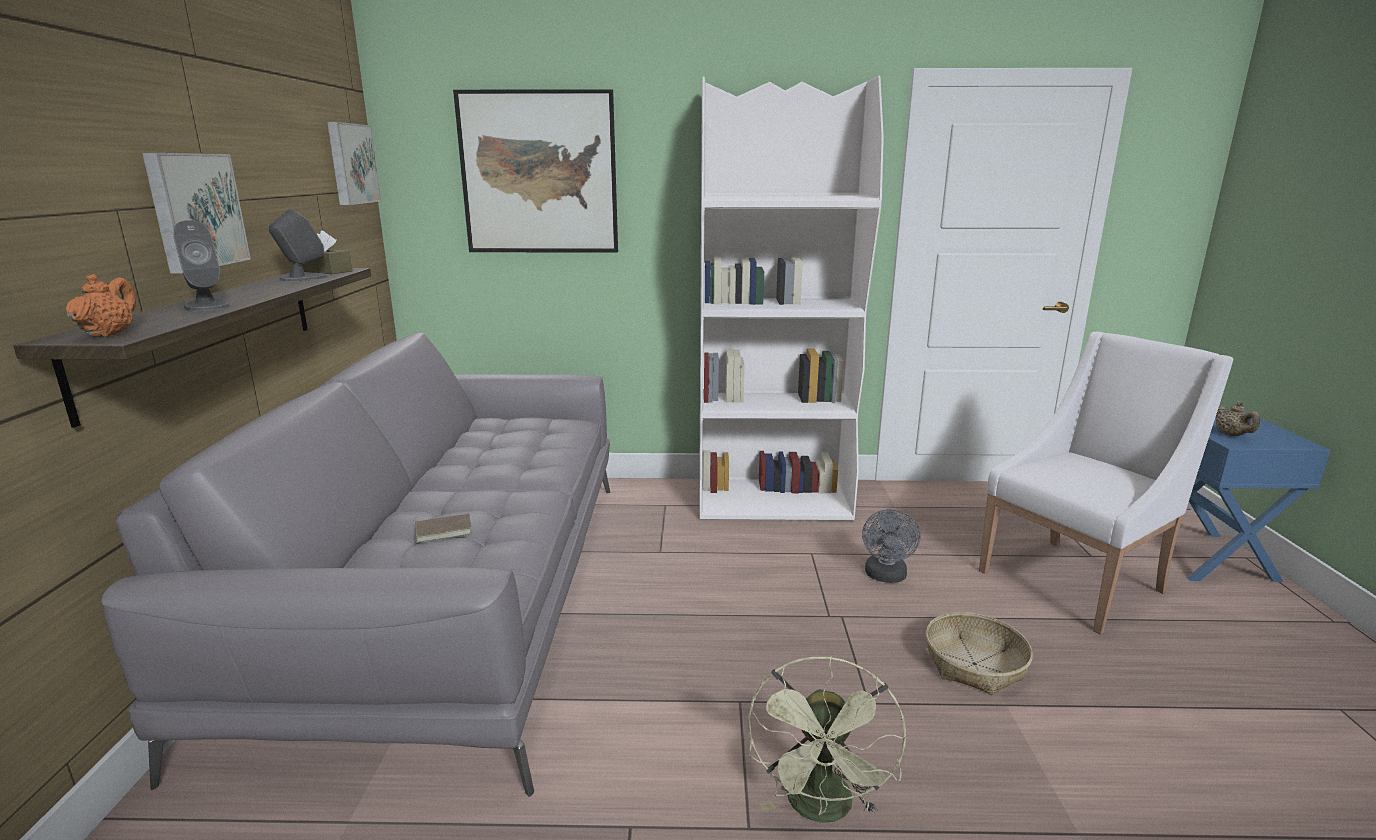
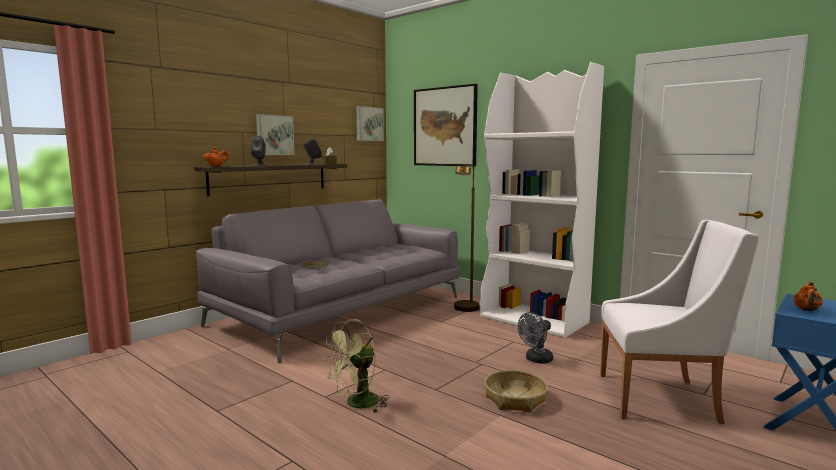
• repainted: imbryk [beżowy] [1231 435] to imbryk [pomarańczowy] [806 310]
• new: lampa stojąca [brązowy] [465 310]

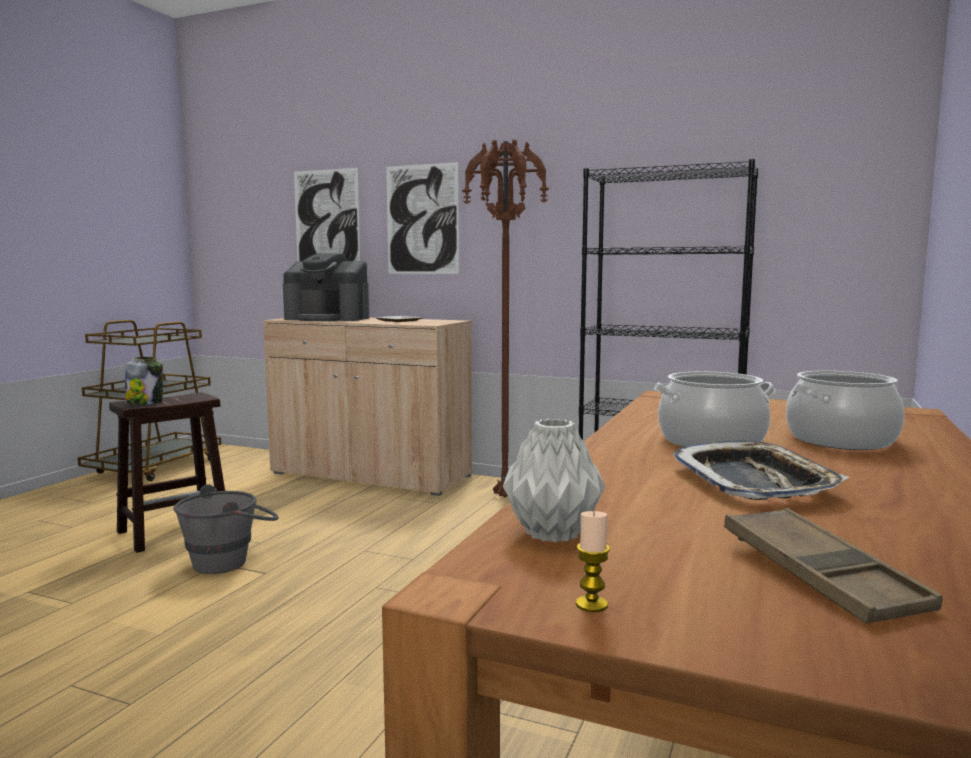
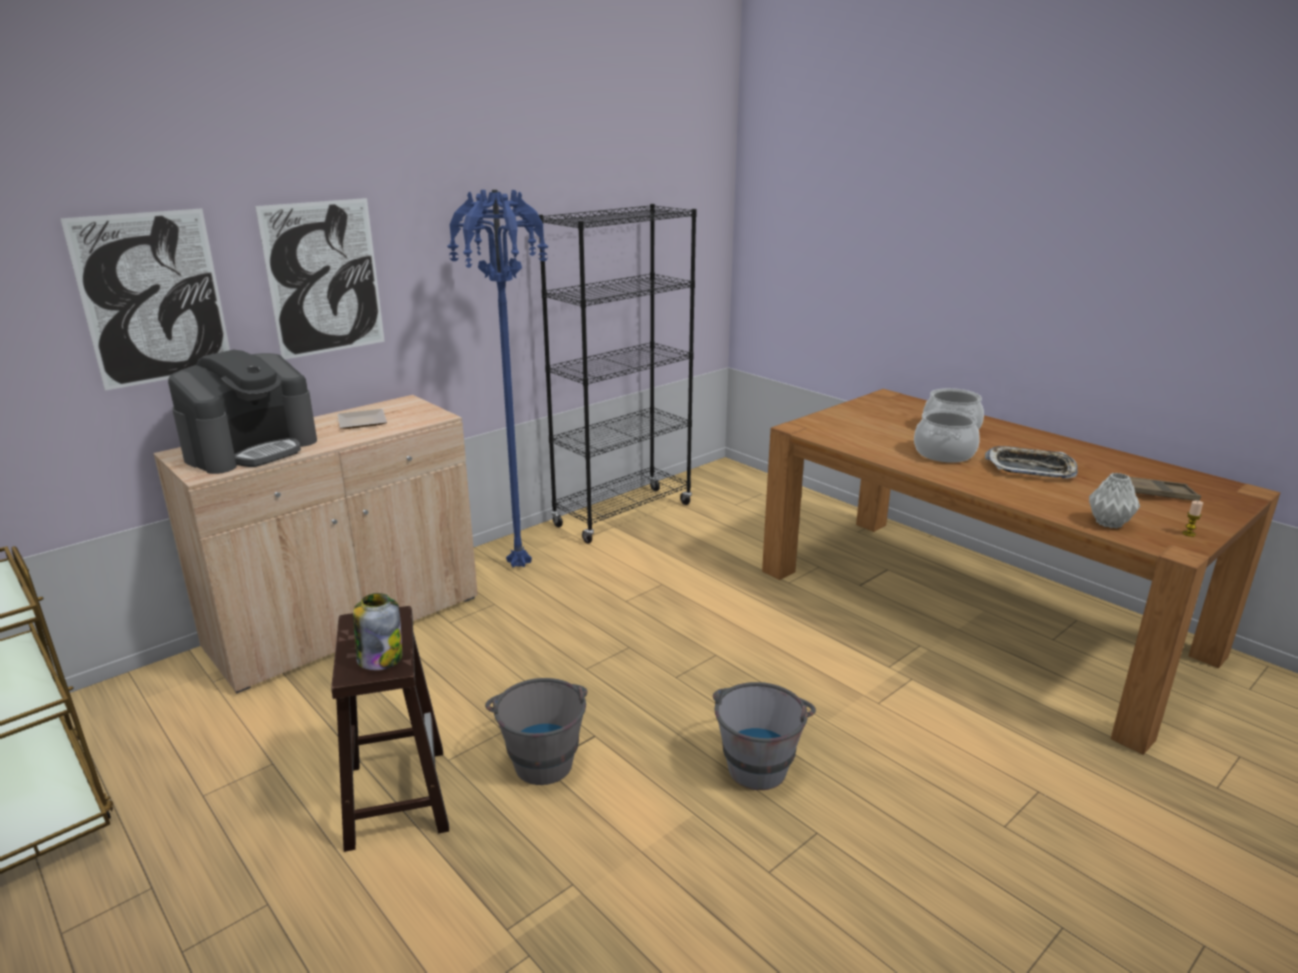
• repainted: lampa stojąca [brązowy] [503 498] to lampa stojąca [niebieski] [520 567]
• new: wiadro [szary] [759 761]

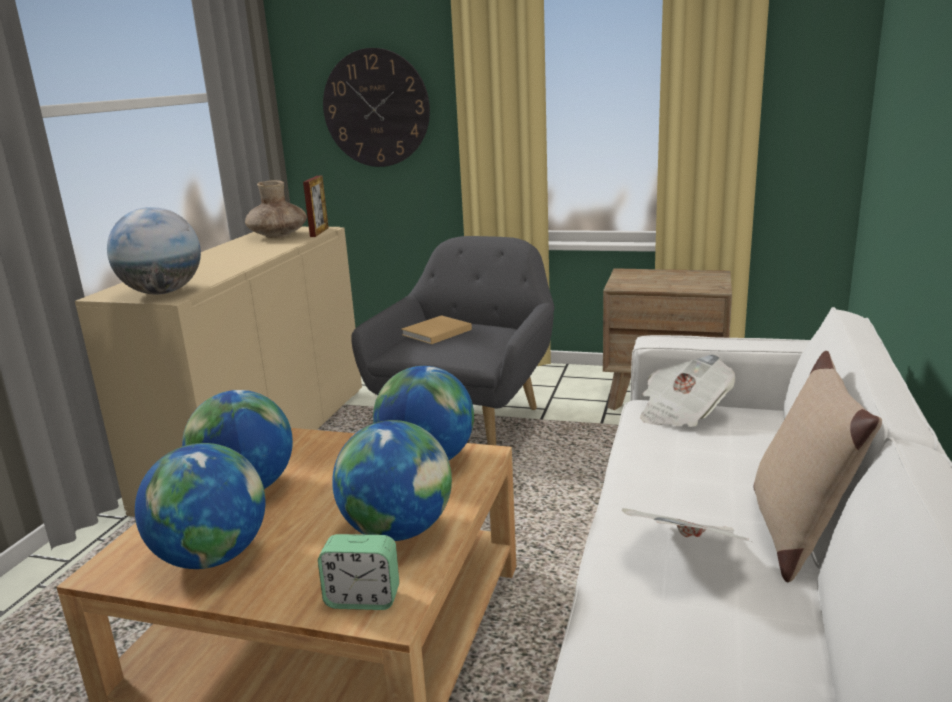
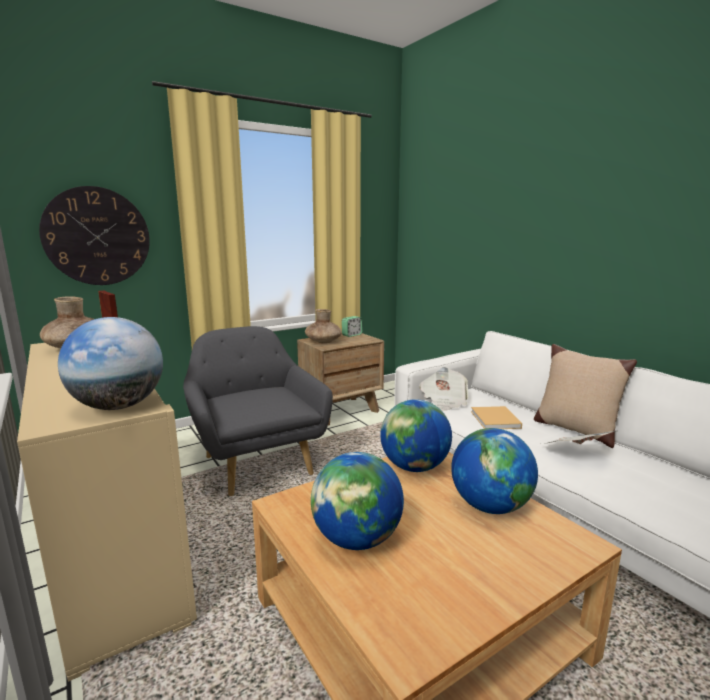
• shifted: książka [beżowy] [435 333] to [495 420]
• gone: globus [212 557]
• shifted: budzik [363 599] to [352 335]
• new: wazon [brązowy] [323 341]

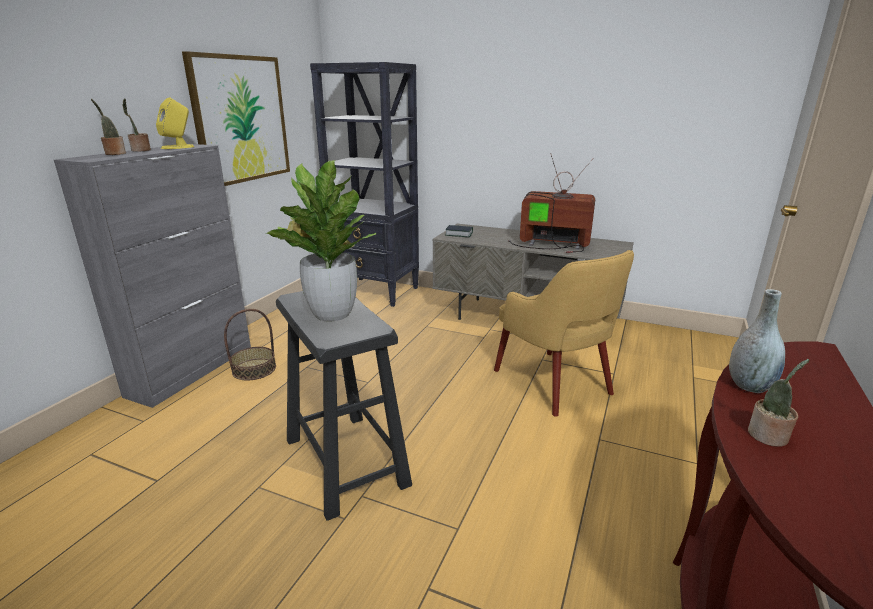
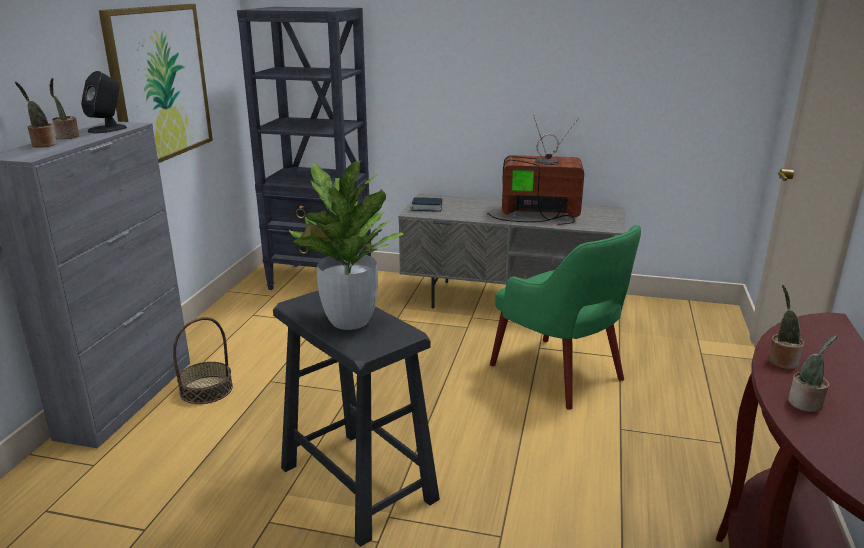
• repainted: głośnik [żółty] [178 147] to głośnik [czarny] [108 129]
• repainted: fotel [żółty] [554 383] to fotel [zielony] [559 374]
• swapped: wazon [szary] [749 386] to roślina doniczkowa [781 361]

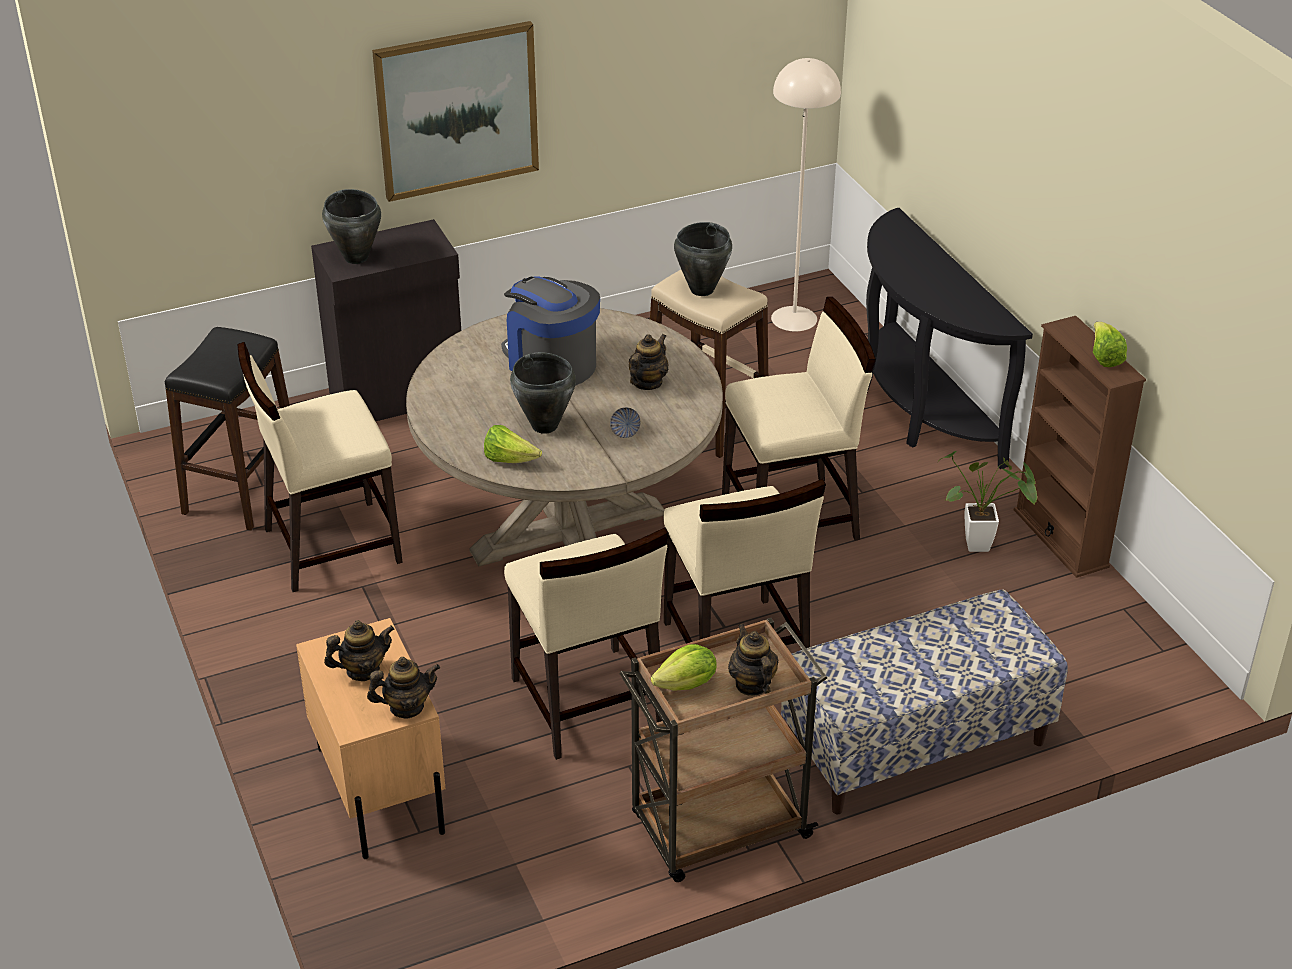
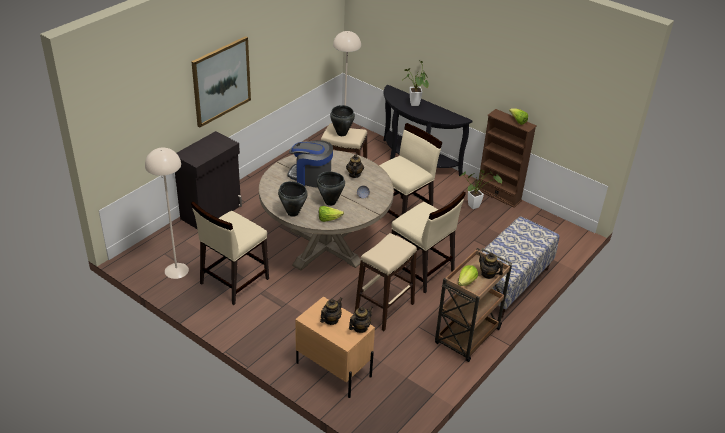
• shifted: garnek [czarny] [356 257] to [293 213]
• swapped: stołek [czarny] [242 491] to lampa stojąca [beżowy] [176 270]
• swapped: krzesło [beżowy] [586 703] to stołek [beżowy] [384 309]
• new: roślina doniczkowa [414 105]

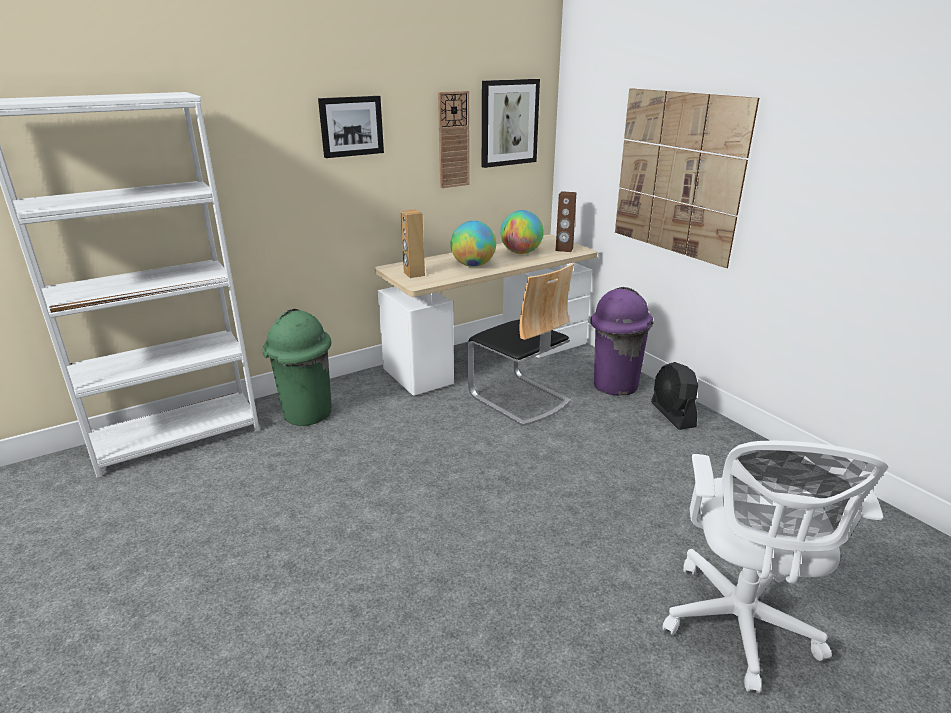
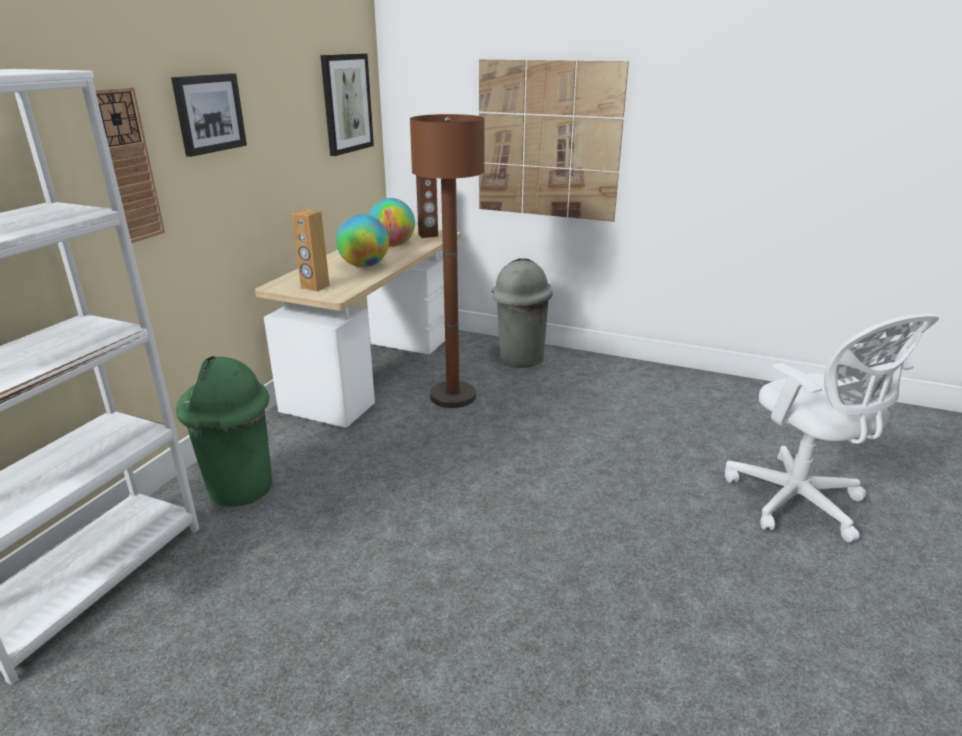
• shifted: zegar ścienny [453 140] to [125 167]
• swapped: krzesło [519 398] to lampa stojąca [brązowy] [453 396]
• repainted: kosz na śmieci [fioletowy] [614 385] to kosz na śmieci [szary] [520 359]
• gone: wentylator [czarny] [672 415]

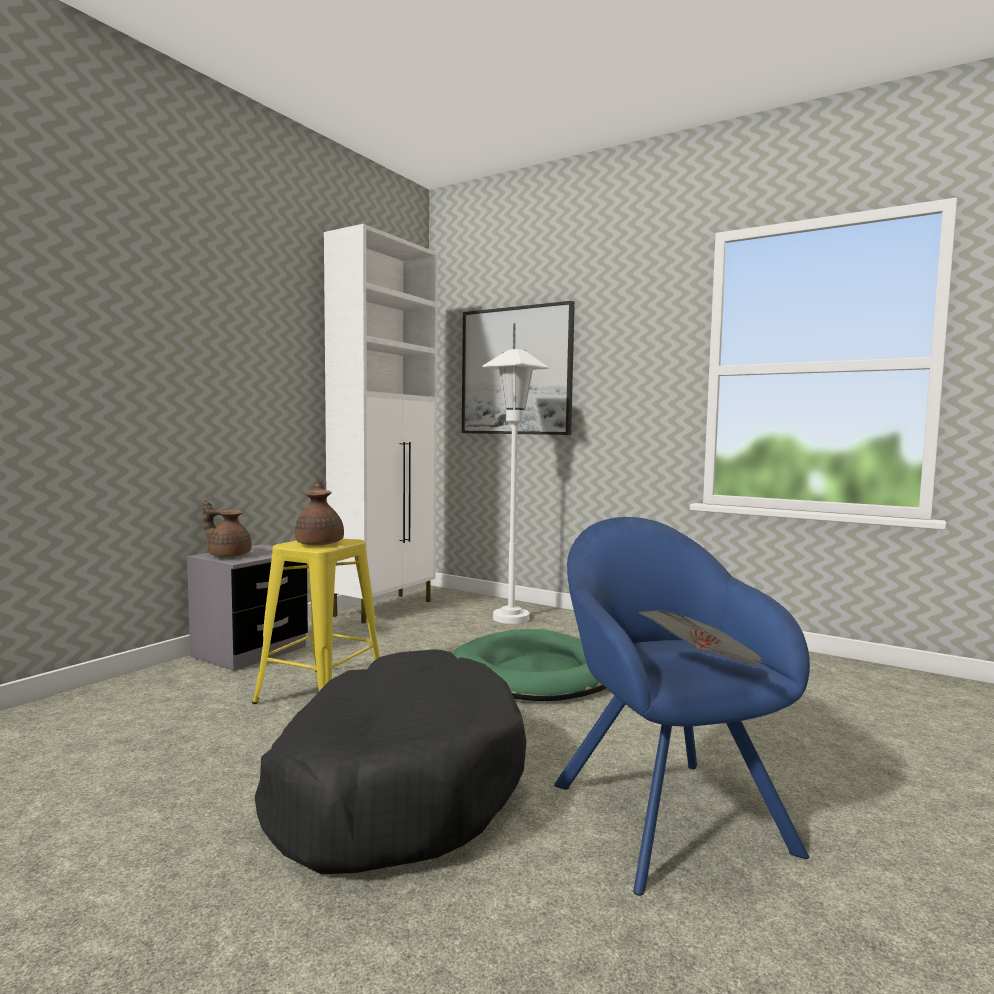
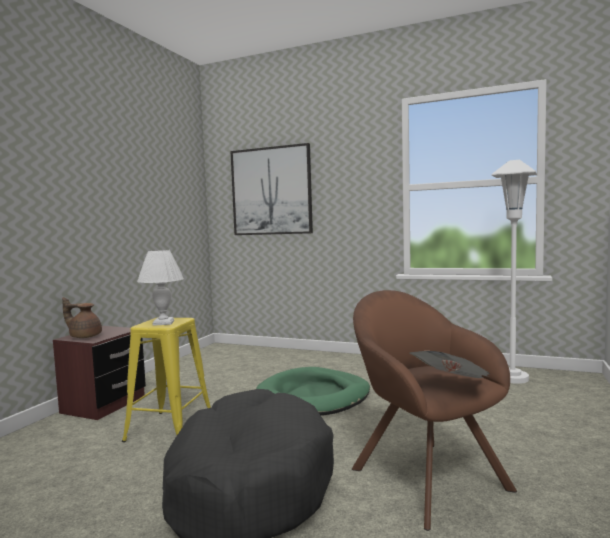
• gone: szafka [biały] [385 608]
• shifted: lampa stojąca [biały] [511 618] to [512 378]
• swapped: imbryk [brązowy] [320 543] to lampa stołowa [biały] [164 323]
• repainted: fotel [niebieski] [663 809] to fotel [brązowy] [424 475]
• repainted: szafka nocna [szary] [250 652] to szafka nocna [brązowy] [104 404]

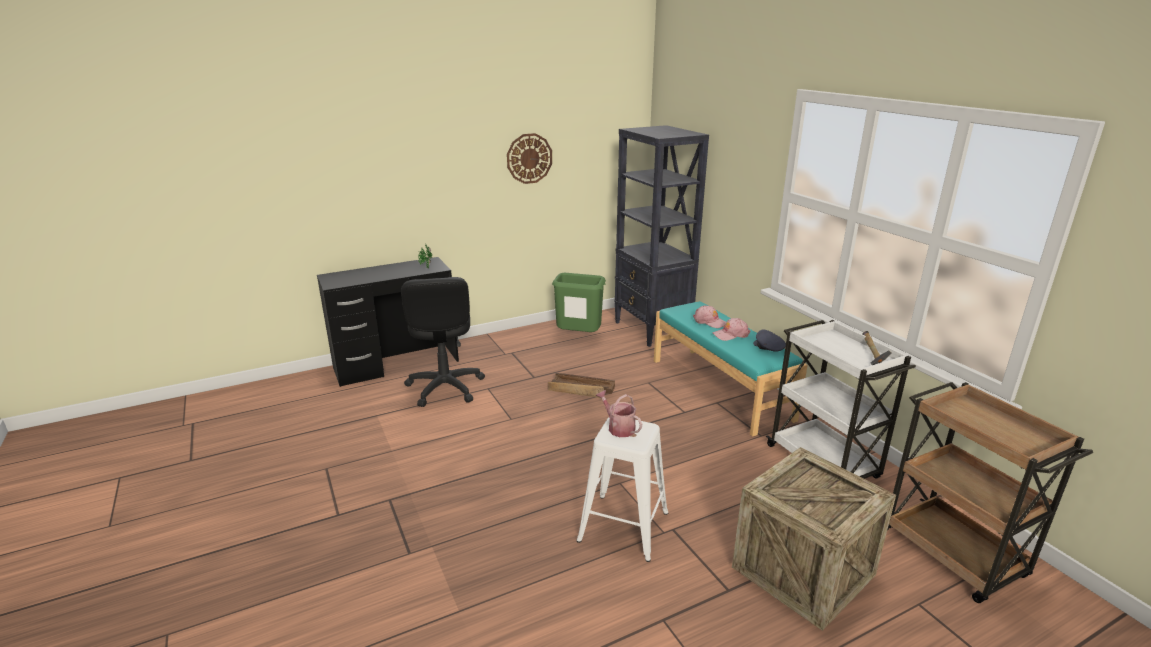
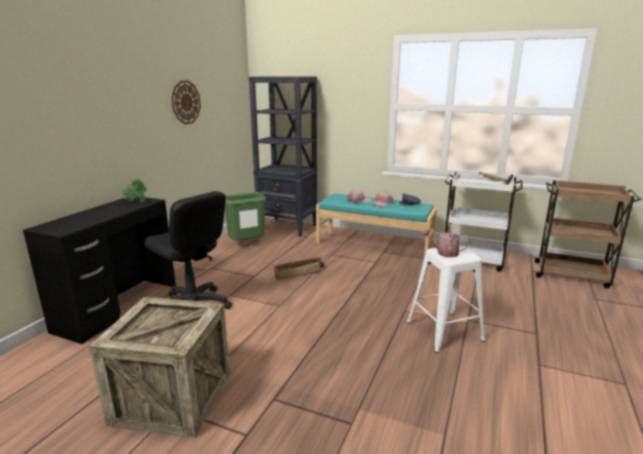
• shifted: skrzynka [803 571] to [173 398]

